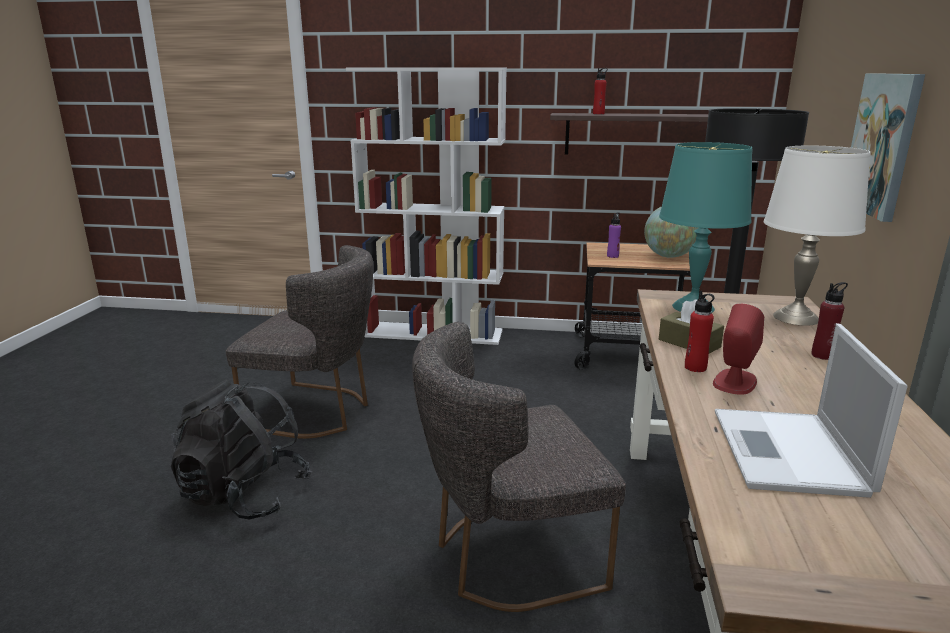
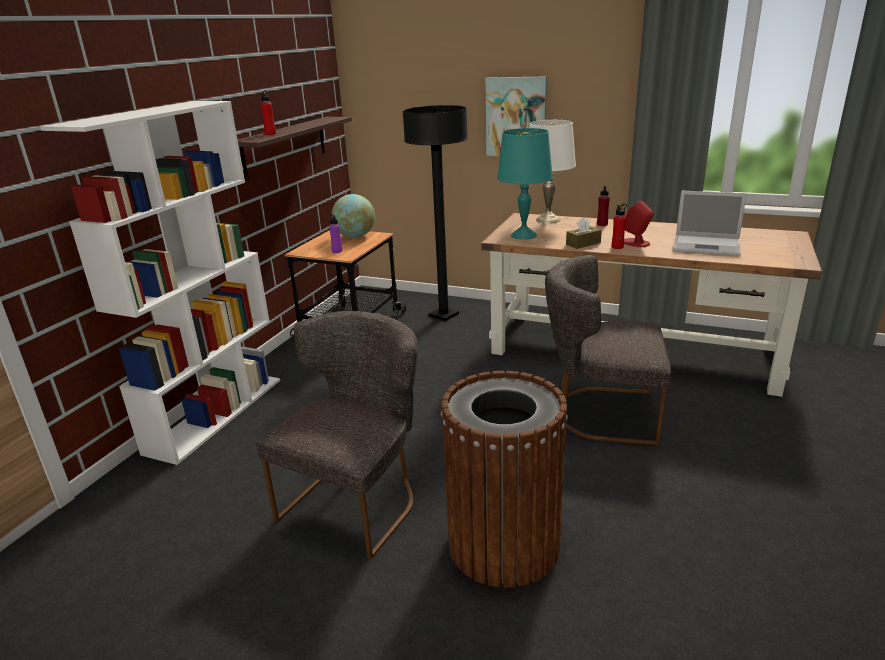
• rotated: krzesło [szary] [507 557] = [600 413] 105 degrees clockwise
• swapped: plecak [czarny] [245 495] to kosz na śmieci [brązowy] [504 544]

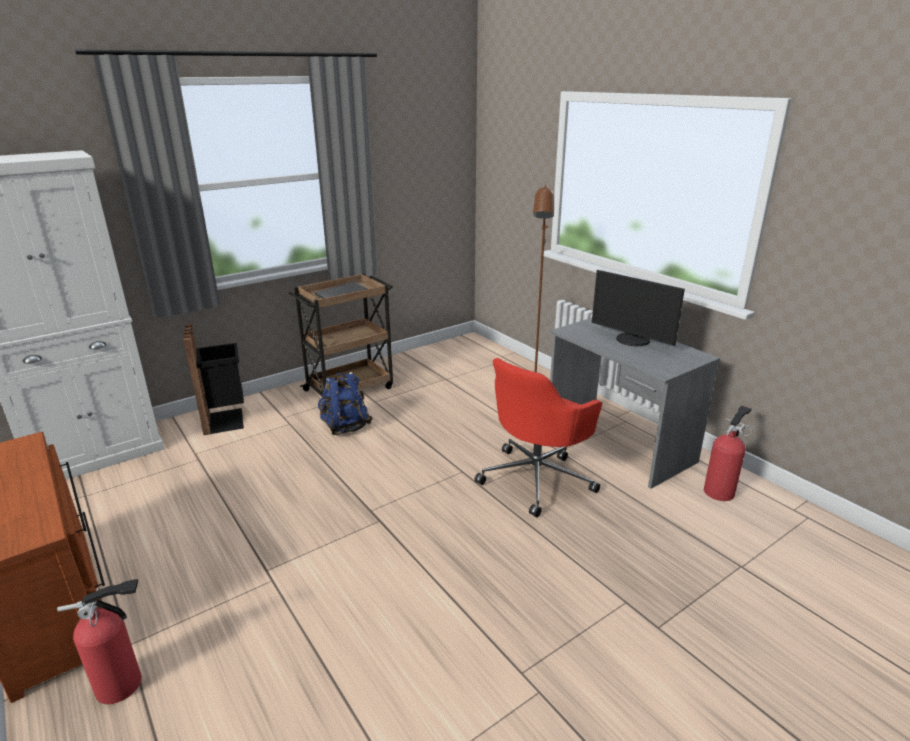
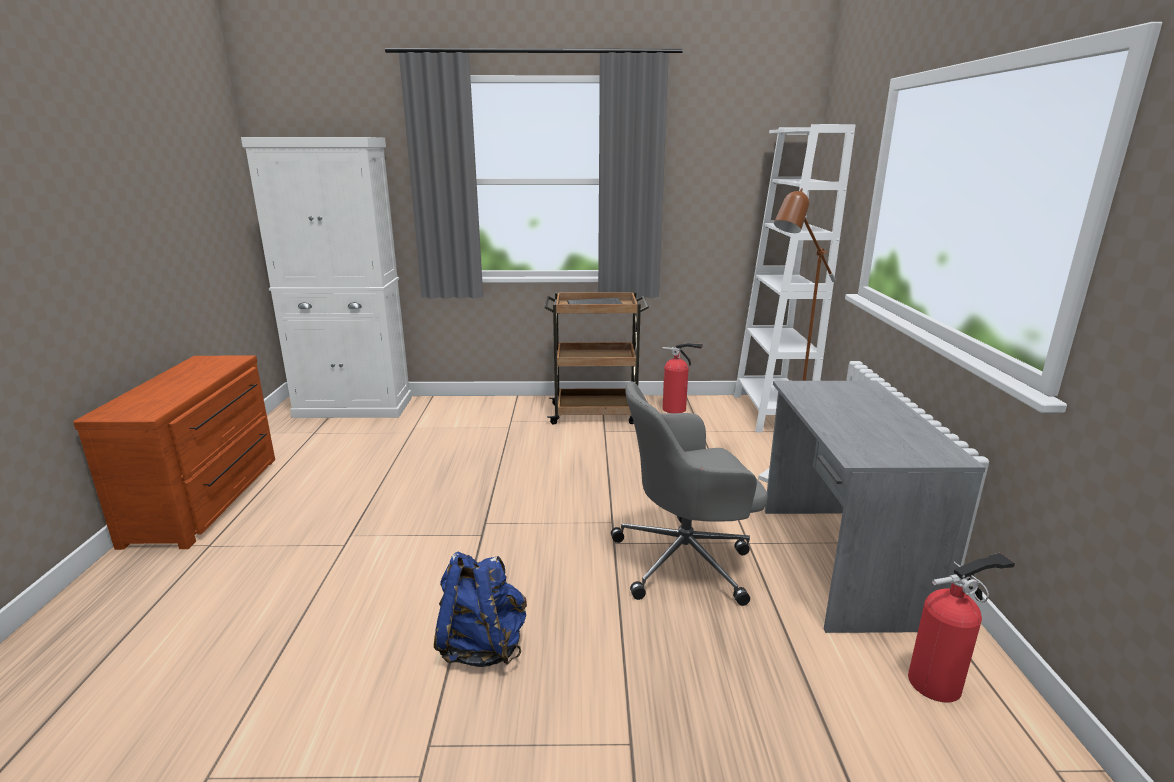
• gone: monitor [632 340]
• gone: kosz na śmieci [czarny] [226 420]
• repainted: krzesło biurowe [czerwony] [537 478] to krzesło biurowe [szary] [686 560]
• shifted: plecak [niebieski] [345 427] to [482 646]
• shifted: gaśnica [124 684] to [677 409]
• new: regał [biały] [771 413]

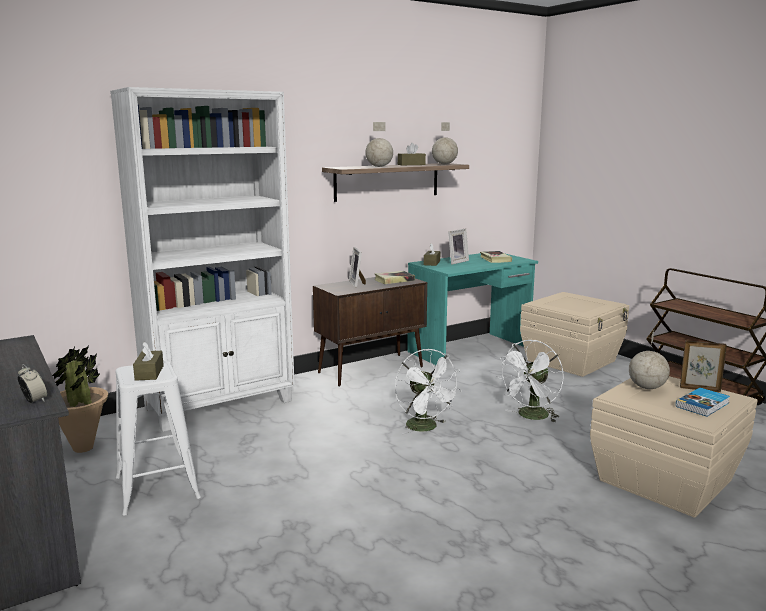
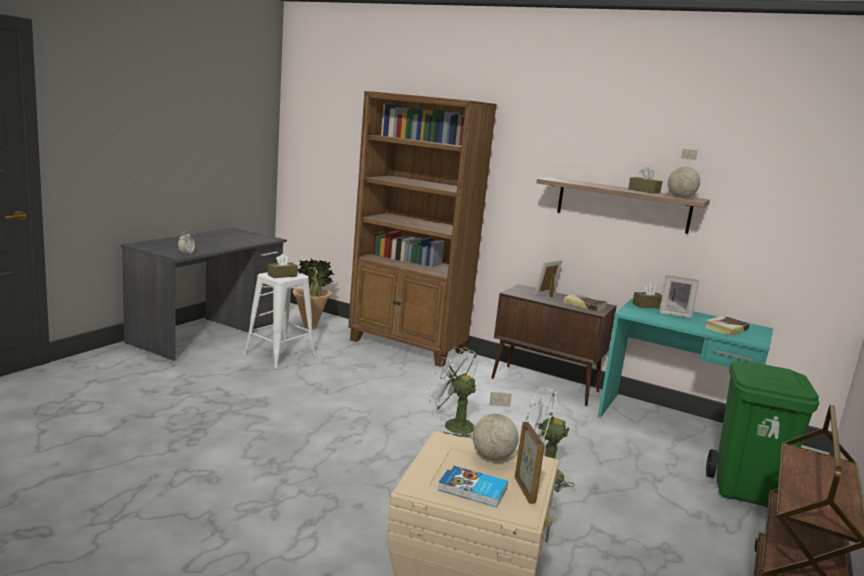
• repainted: regał [biały] [221 405] to regał [brązowy] [407 347]
• gone: globus [379 166]
• swapped: pojemnik do przechowywania [beżowy] [572 361] to kosz na śmieci [zielony] [745 491]
• rotated: wentylator [biały] [426 428] = [452 425] 90 degrees clockwise

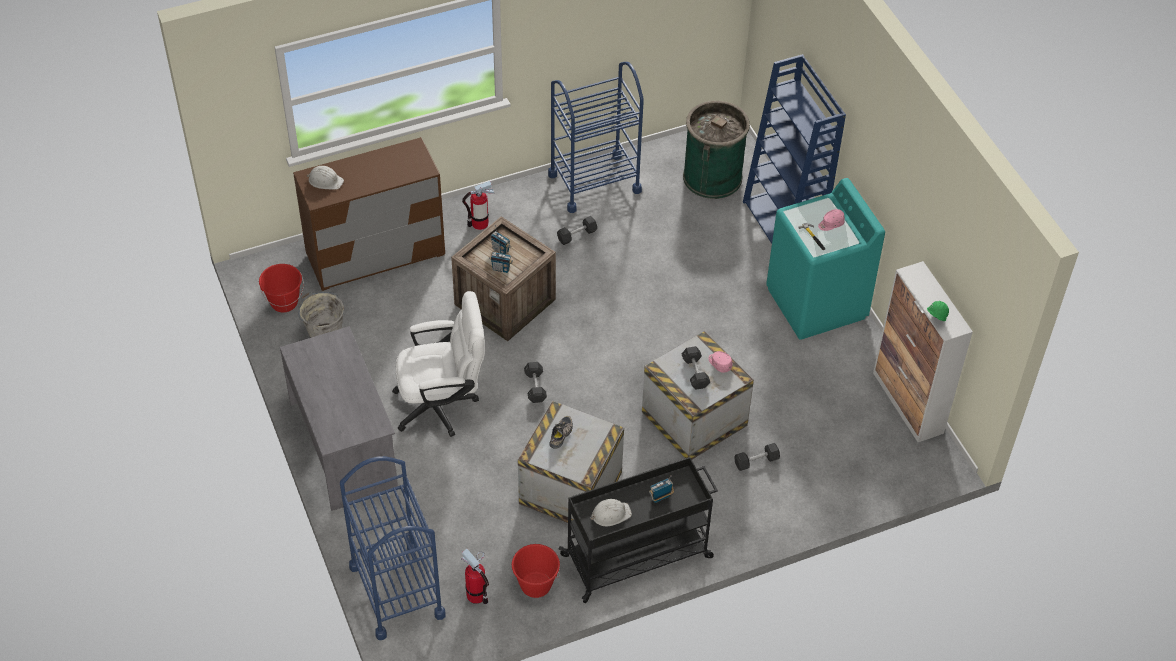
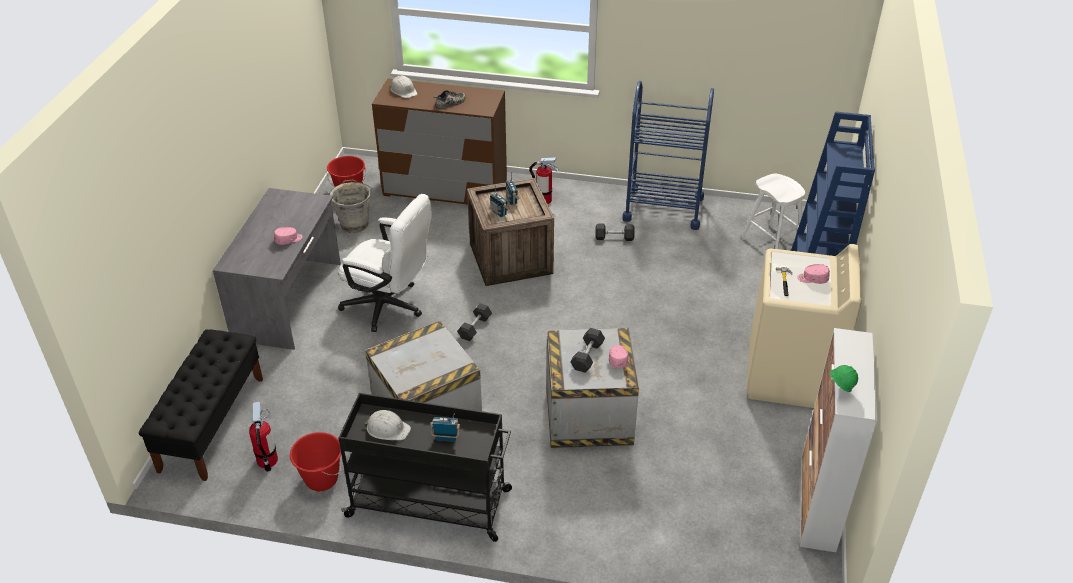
• swapped: kosz na śmieci [zielony] [712 177] to stołek [biały] [772 243]
• repainted: pralka [turkusowy] [816 303] to pralka [beżowy] [790 376]
• shifted: but [561 434] to [450 103]
• gone: hantel [szary] [756 461]
• swapped: wózek [niebieski] [396 591] to ławka [czarny] [212 423]
• new: czapka z daszkiem [różowy] [288 240]

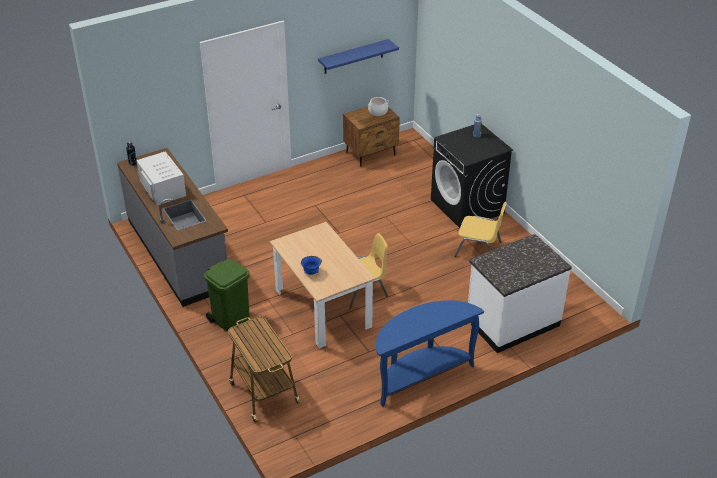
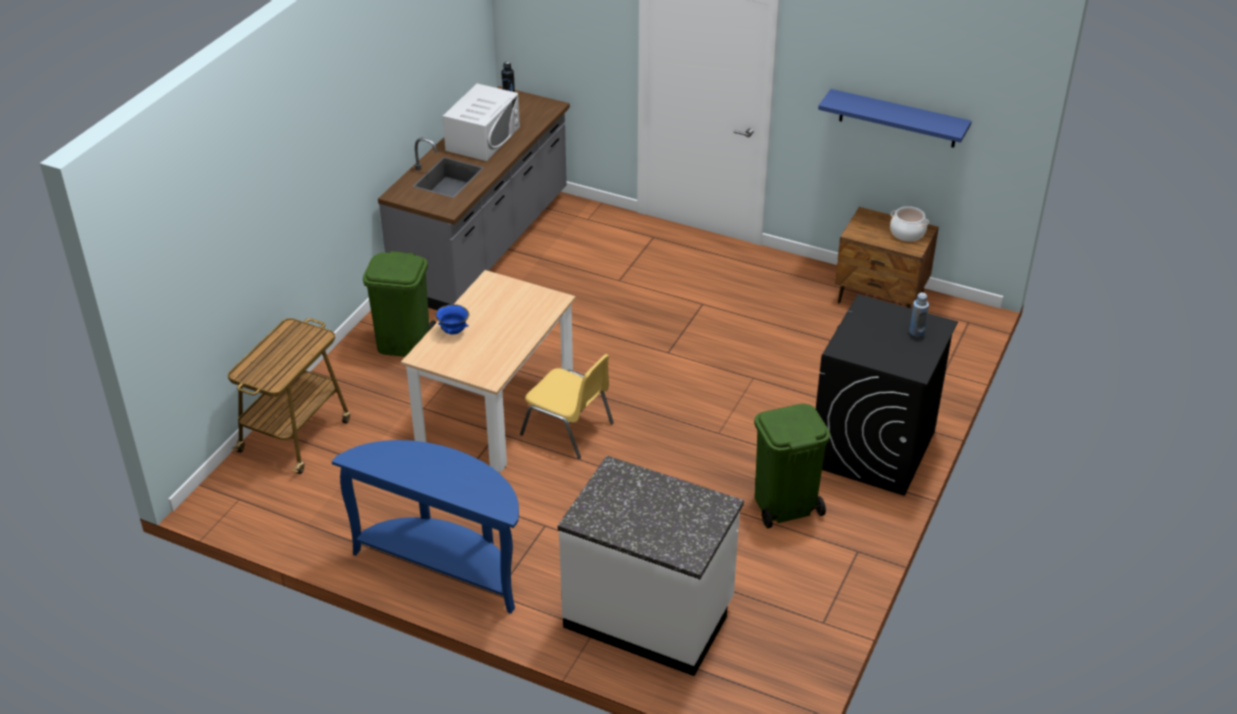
• swapped: krzesło [żółty] [479 249] to kosz na śmieci [zielony] [784 505]

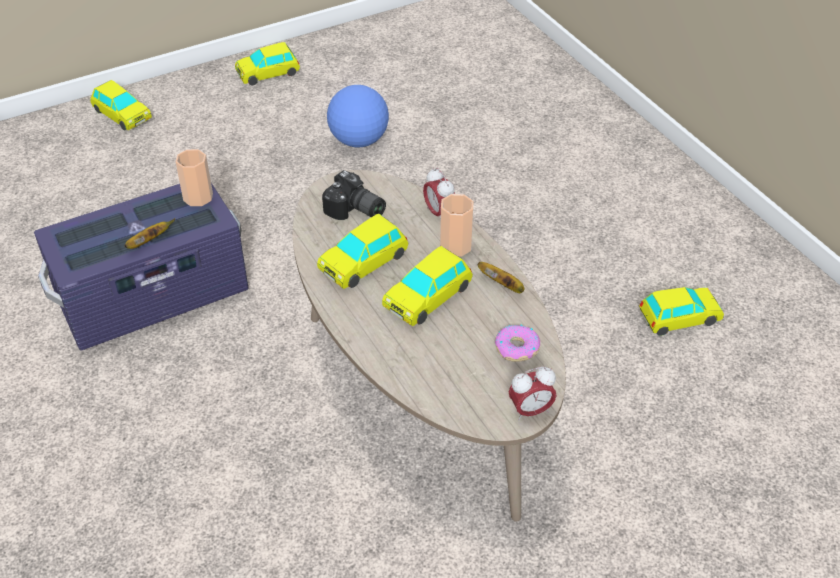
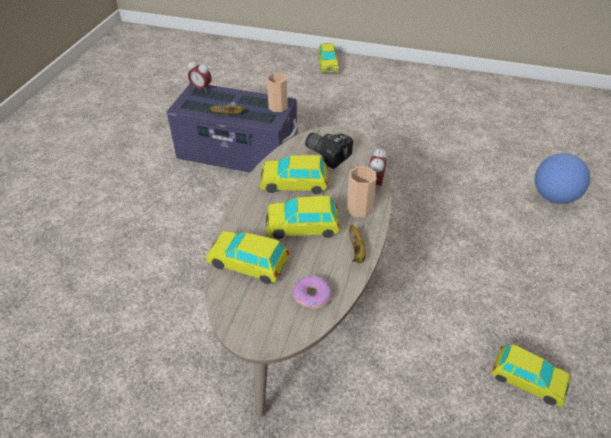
• shifted: samochodzik [268 73] to [248 263]
• shifted: piłka futbolowa [359 141] to [554 197]
• rotated: aparat fotograficzny [355 211] = [328 153] 135 degrees clockwise
• shifted: budzik [530 411] to [201 88]

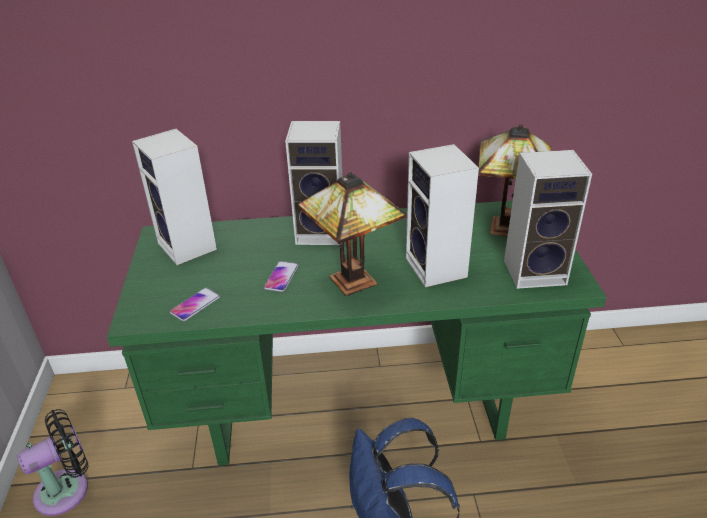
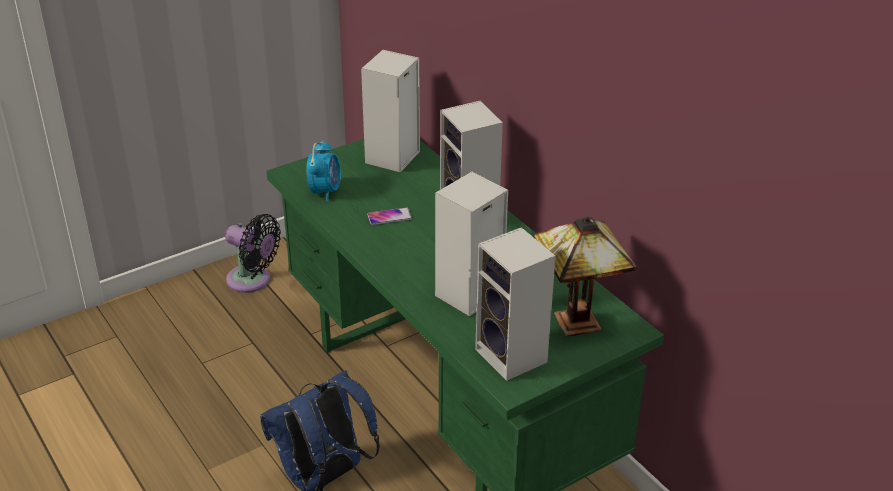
• gone: lampa stołowa [356 282]
• swapped: telefon [195 305] to budzik [325 191]

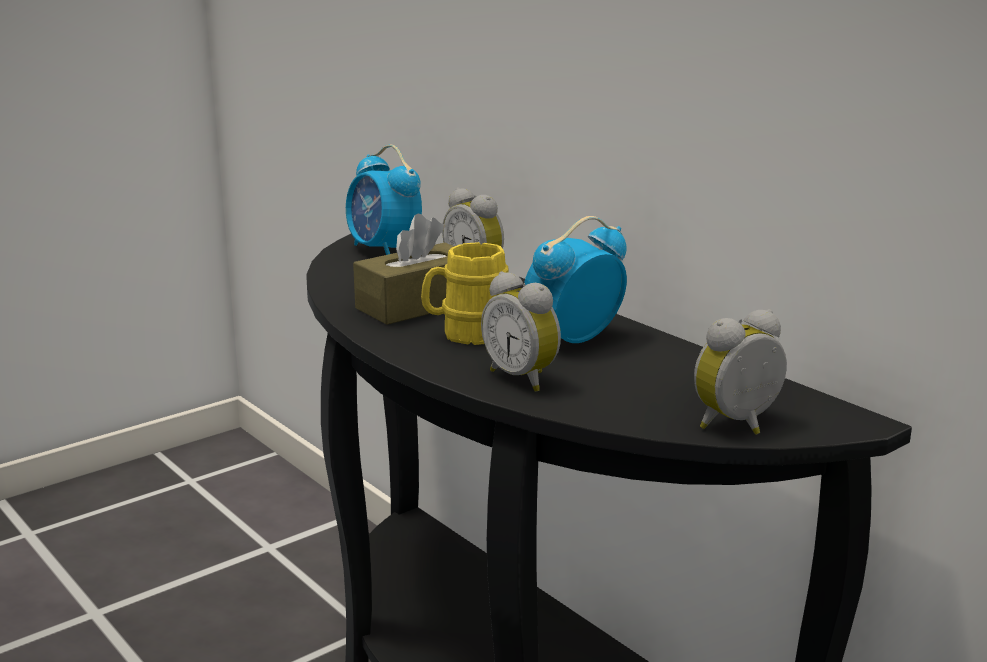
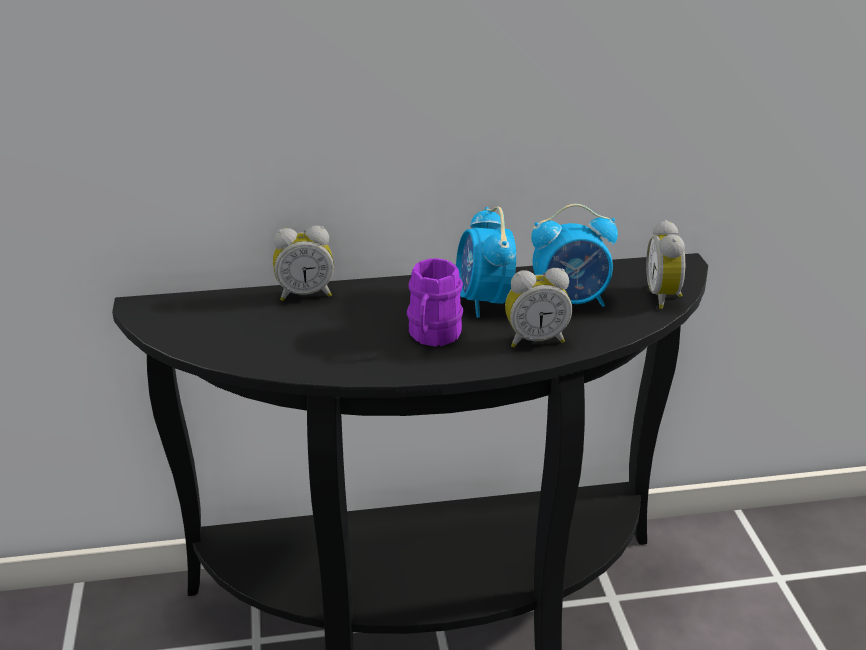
• shifted: budzik [384 251] to [571 302]
• gone: pudełko chusteczek [brązowy] [417 305]
• repainted: kubek [żółty] [466 333] to kubek [fioletowy] [432 336]

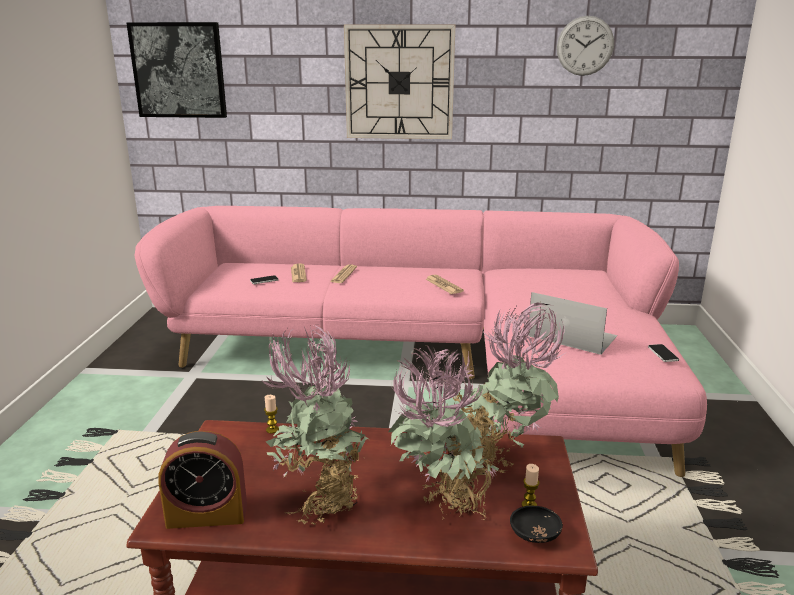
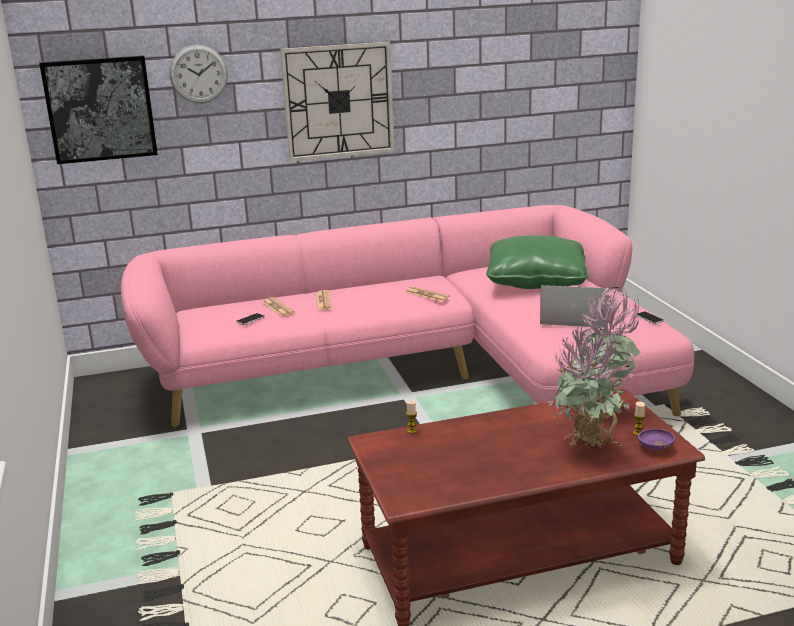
• shifted: zegar ścienny [585 46] to [198 74]
• gone: roślina doniczkowa [320 500]
• gone: budzik [207 515]
• repainted: miska [czarny] [534 536] to miska [fioletowy] [655 448]
• new: poduszka [zielony] [536 281]

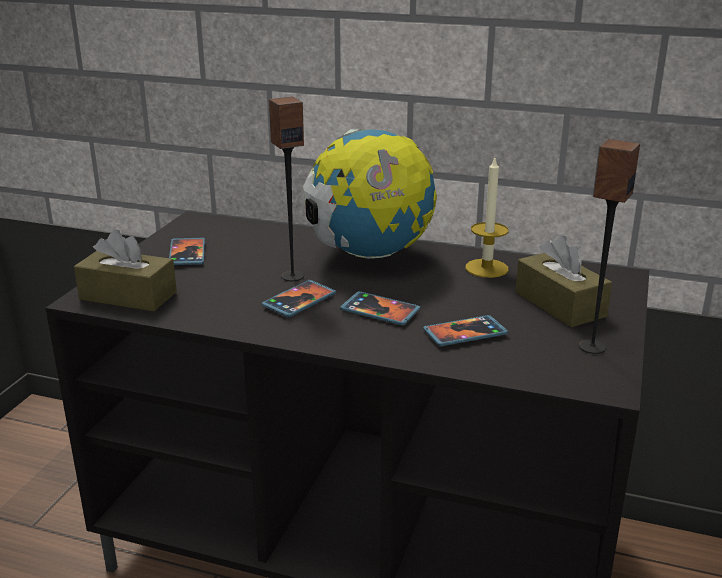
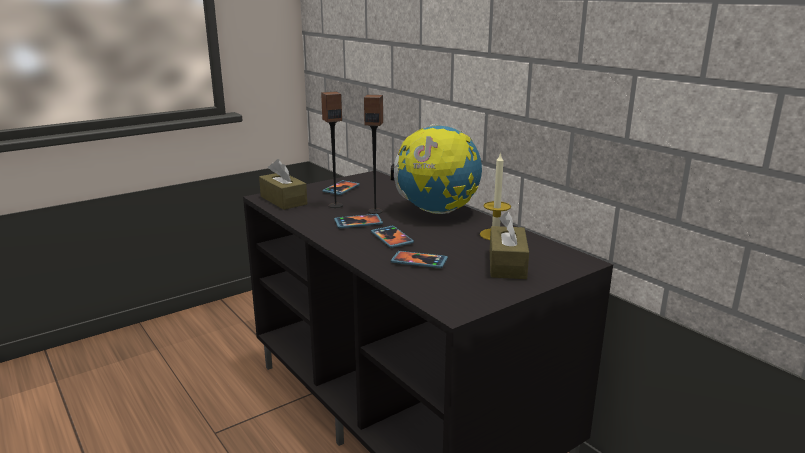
• shifted: głośnik [591 346] to [335 205]

